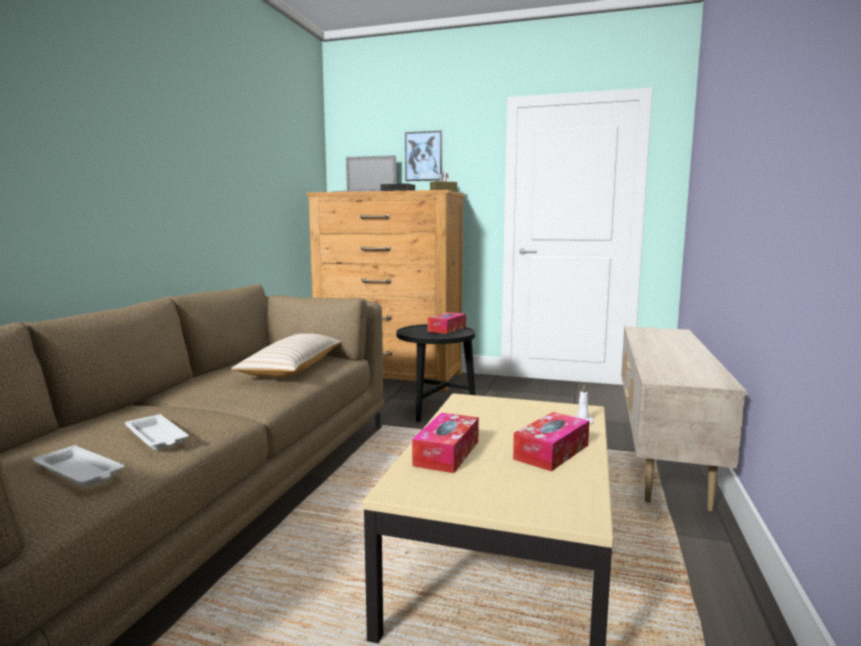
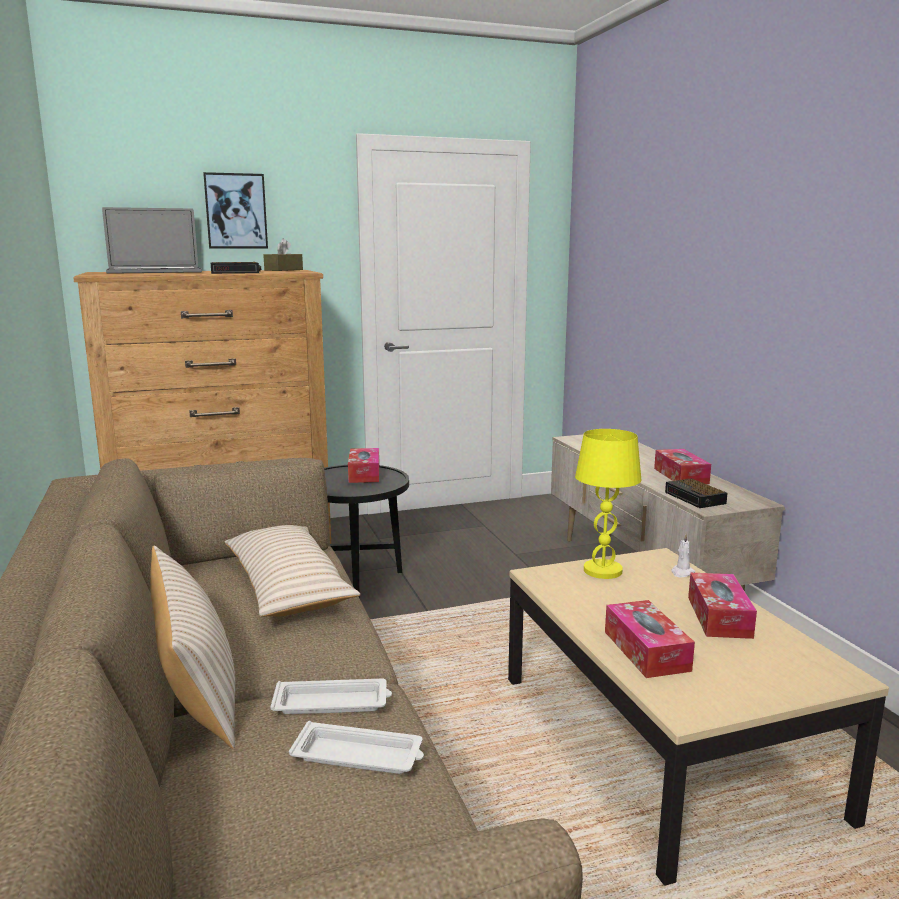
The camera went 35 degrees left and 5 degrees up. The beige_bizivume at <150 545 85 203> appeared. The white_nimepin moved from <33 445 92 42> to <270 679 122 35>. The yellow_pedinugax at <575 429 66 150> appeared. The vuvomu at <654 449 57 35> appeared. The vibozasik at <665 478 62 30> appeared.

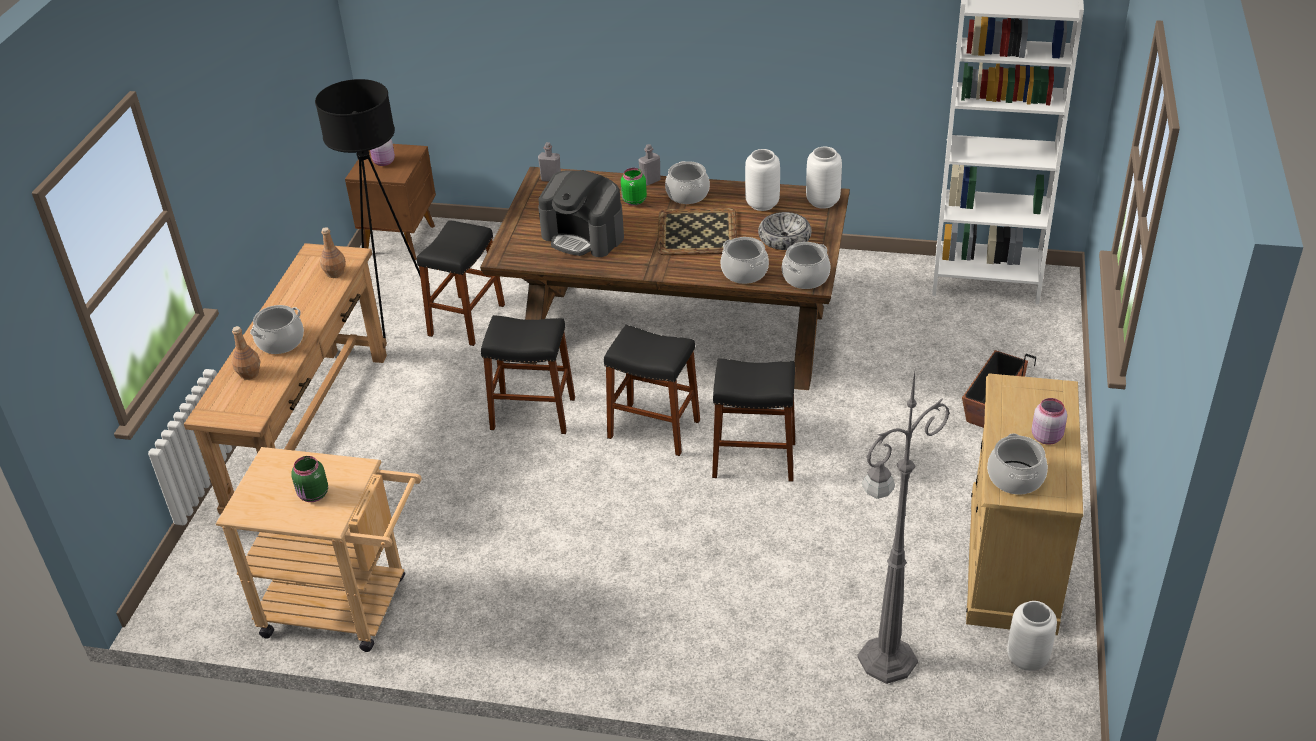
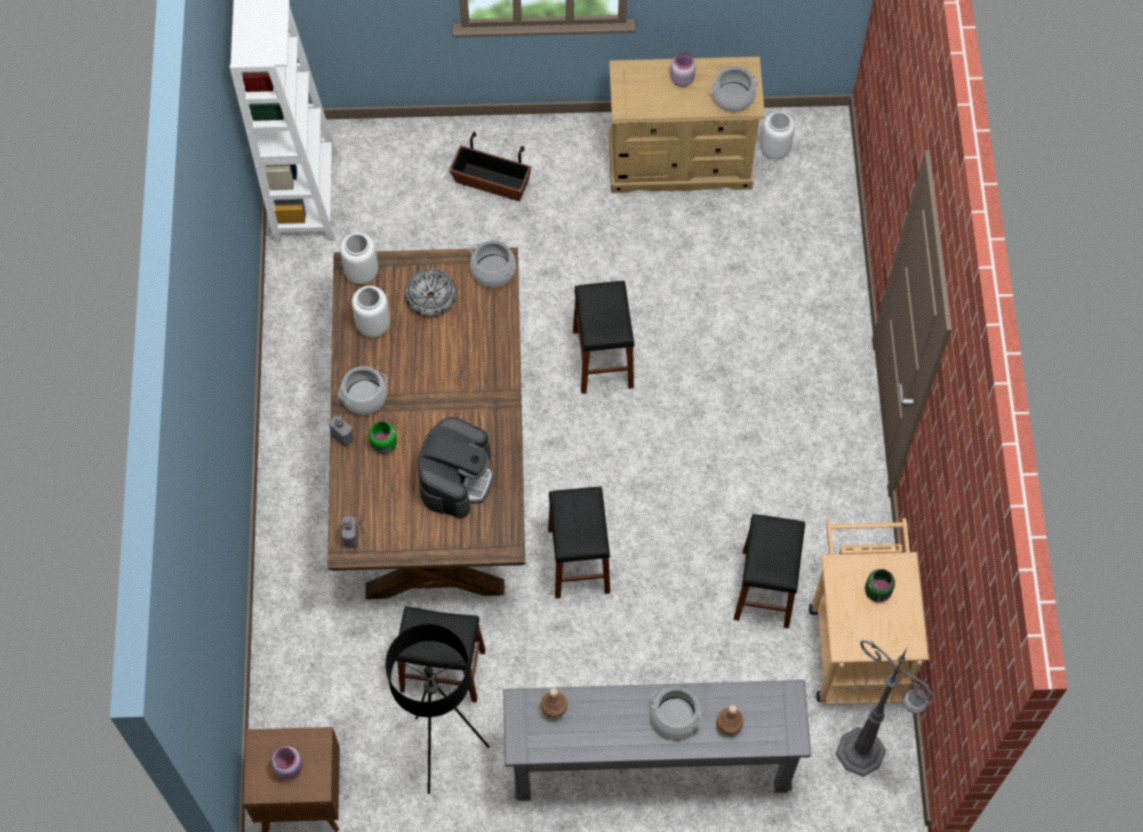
The camera went 105 degrees left and 25 degrees up. The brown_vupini at <184 243 203 272> became the grey_vupini at <503 680 308 121>. The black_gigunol moved from <604 325 96 131> to <734 514 71 114>. The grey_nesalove moved from <857 372 93 312> to <835 640 99 137>. The nimepin at <657 208 80 47> disappeared. The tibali at <720 237 49 47> disappeared.

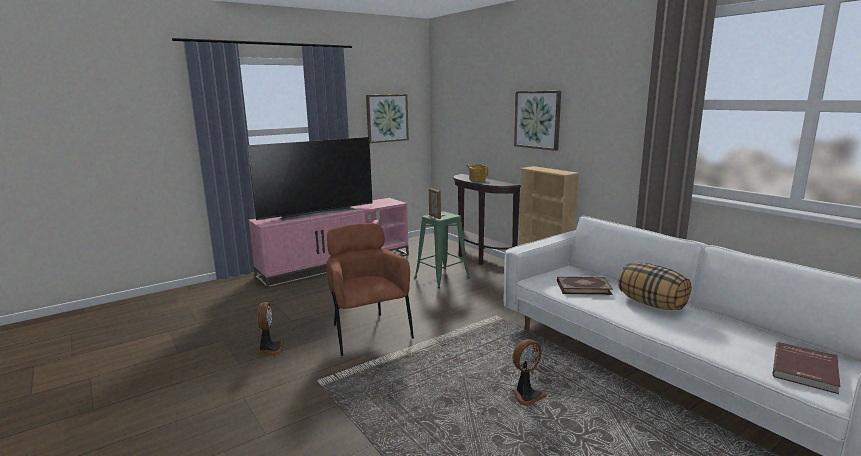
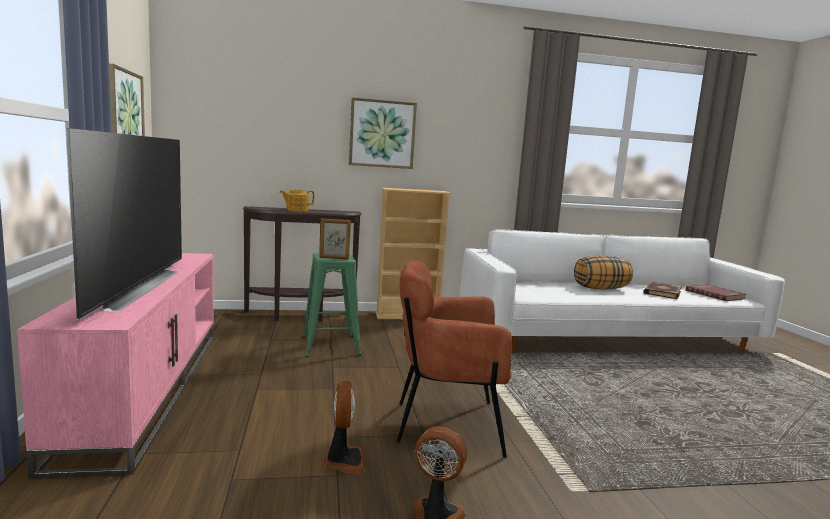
The camera went 65 degrees left and 5 degrees down. The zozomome moved from <512 339 35 67> to <324 381 41 93>. The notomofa moved from <557 276 56 19> to <643 282 39 18>.

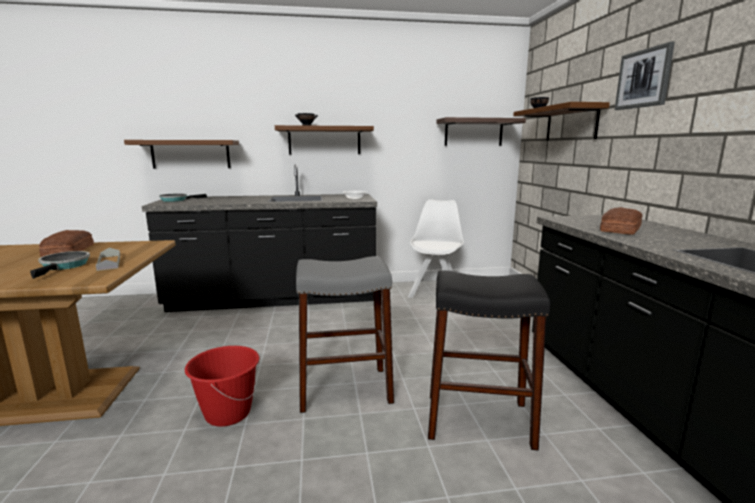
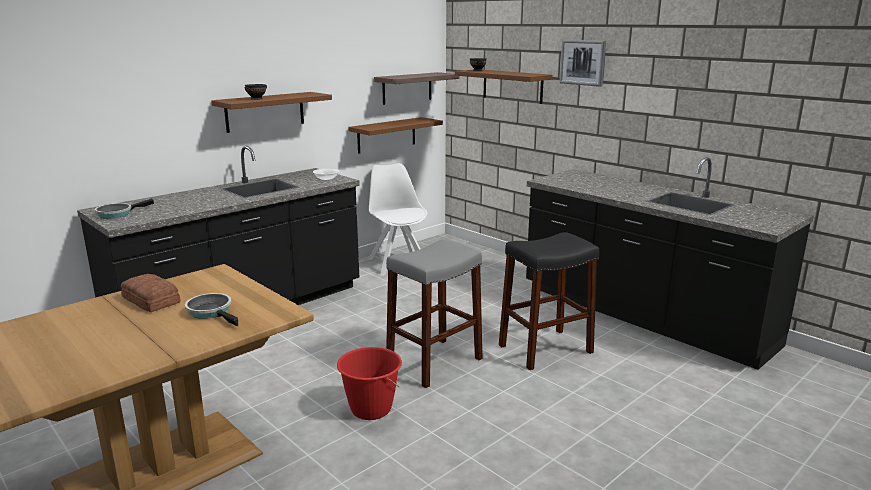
The camera went 35 degrees left and 5 degrees up. The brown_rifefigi moved from <124 140 115 29> to <348 117 95 37>. The grey_nimepin at <96 248 24 23> disappeared. The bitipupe at <600 207 42 28> disappeared.

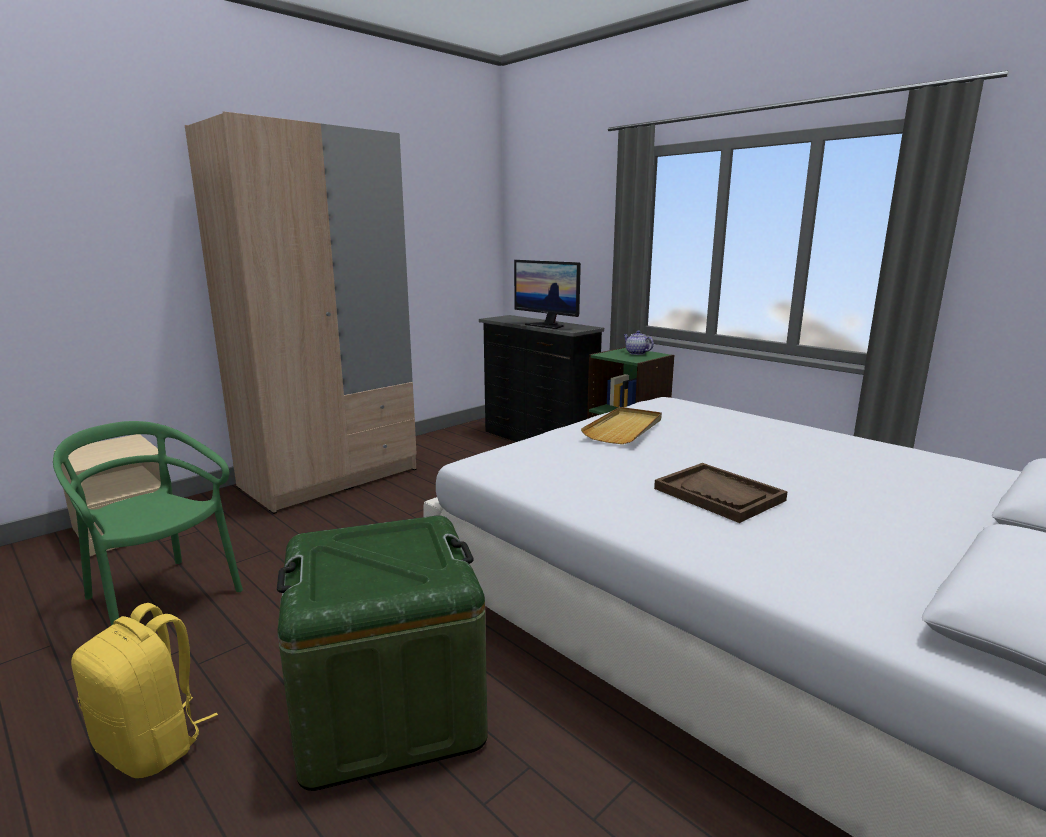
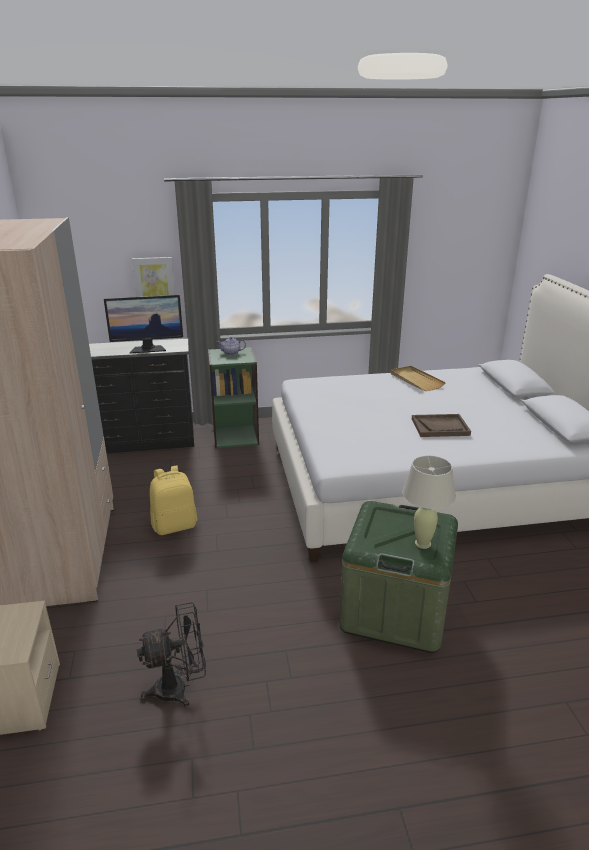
The camera went 55 degrees left and 10 degrees up. The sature at <132 257 43 40> appeared. The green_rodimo at <53 421 190 205> was replaced by the black_zozomome at <137 602 69 106>. The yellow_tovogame moved from <71 603 147 175> to <150 466 47 69>. The beige_nimepin moved from <581 407 81 37> to <390 366 56 25>. The beige_pedinugax at <402 455 54 94> appeared.

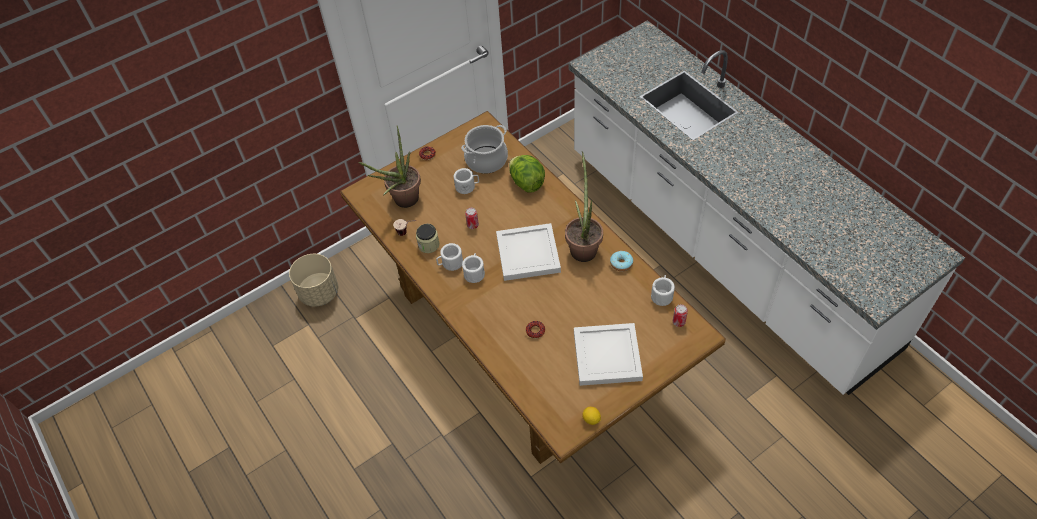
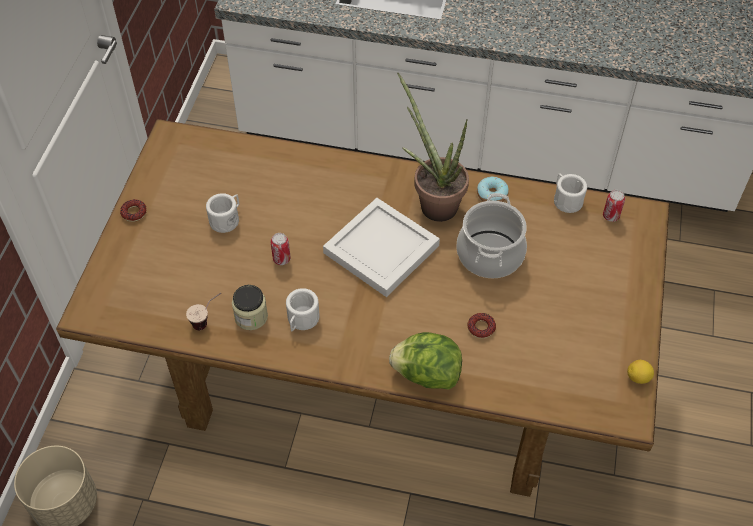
The camera went 45 degrees left and 0 degrees up. The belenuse moved from <509 155 36 37> to <389 332 73 57>. The tibali moved from <461 125 47 49> to <456 193 71 85>. The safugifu at <359 126 62 82> disappeared. The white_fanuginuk at <462 253 23 30> disappeared. The white_nimepin at <574 323 69 63> disappeared.

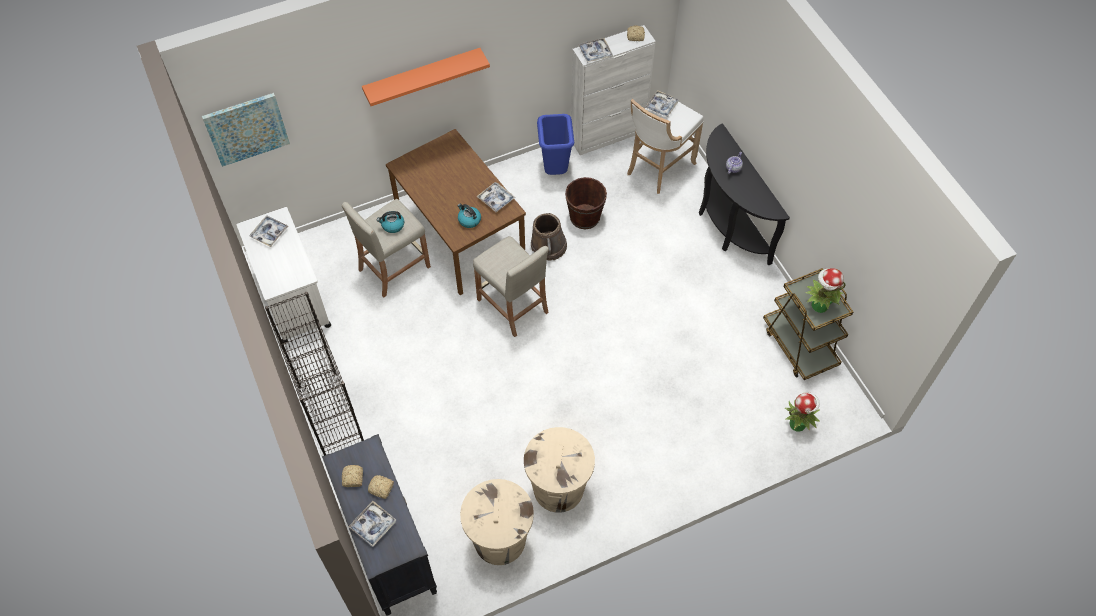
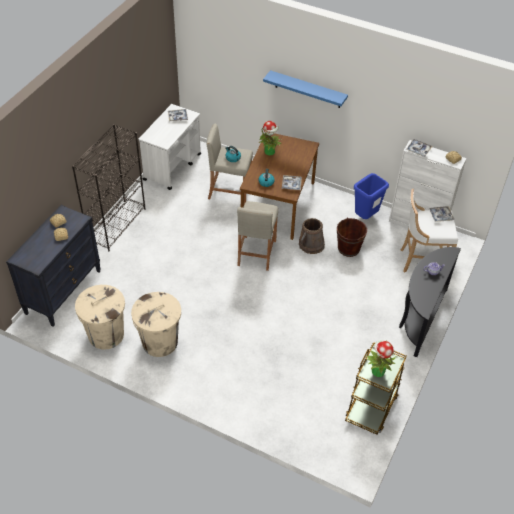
The camera went 50 degrees right and 10 degrees down. The safugifu moved from <785 392 35 40> to <259 121 23 34>. The orange_rifefigi at <362 48 128 58> became the blue_rifefigi at <263 70 85 38>. The sature at <202 93 88 74> disappeared. The nimepin at <349 501 47 46> disappeared.

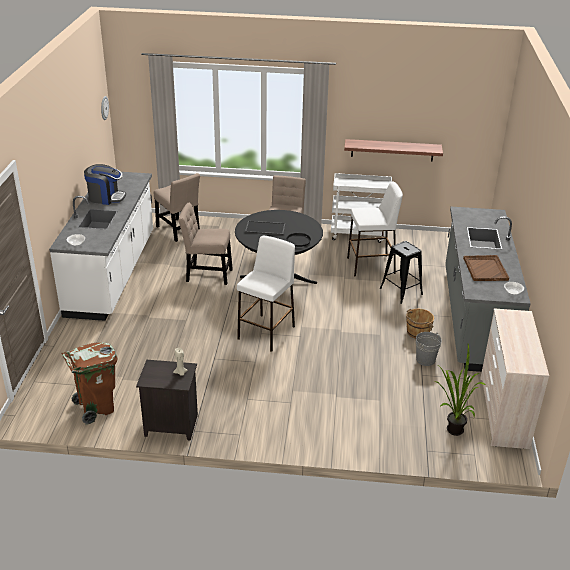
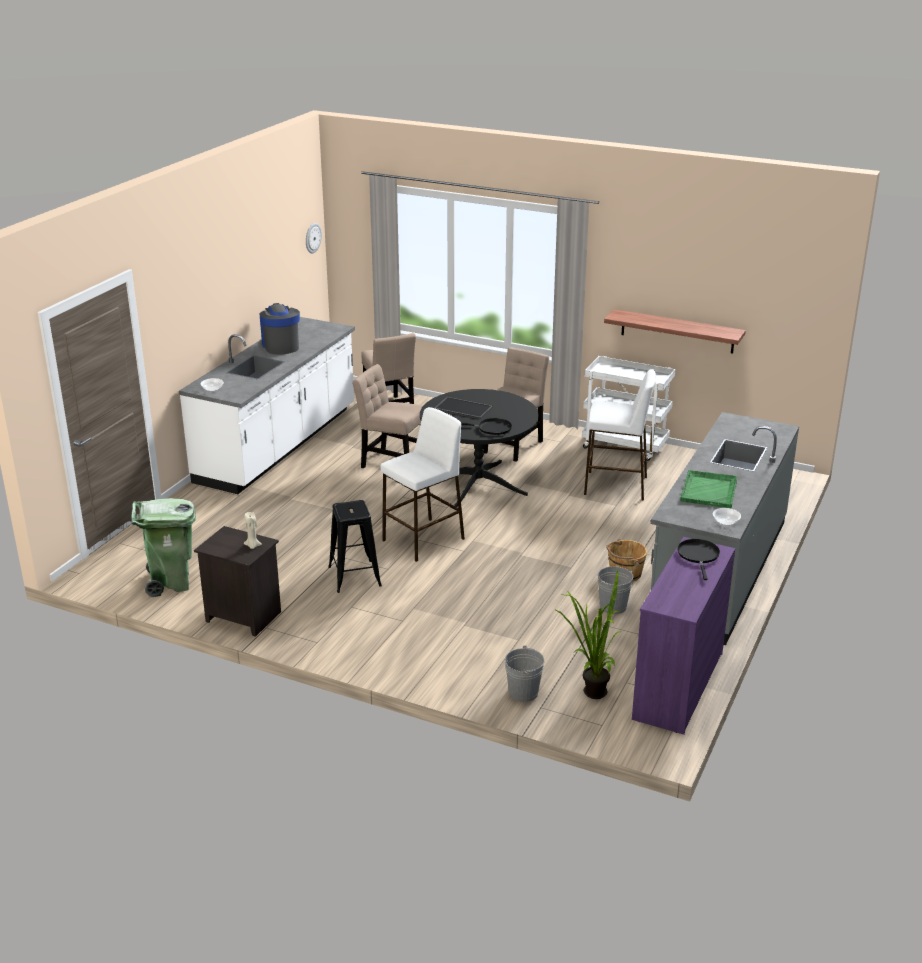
The camera went 20 degrees right and 5 degrees down. The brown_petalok at <61 342 57 83> became the green_petalok at <131 498 65 99>. The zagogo at <84 164 42 41> turned 135 degrees counterclockwise. The black_gigunol moved from <380 241 43 63> to <328 500 54 93>. The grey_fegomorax at <505 645 40 57> appeared. The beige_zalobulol at <480 308 69 141> became the purple_zalobulol at <632 537 103 197>. The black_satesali at <677 539 43 41> appeared. The brown_nimepin at <463 255 46 26> became the green_nimepin at <680 470 57 38>.

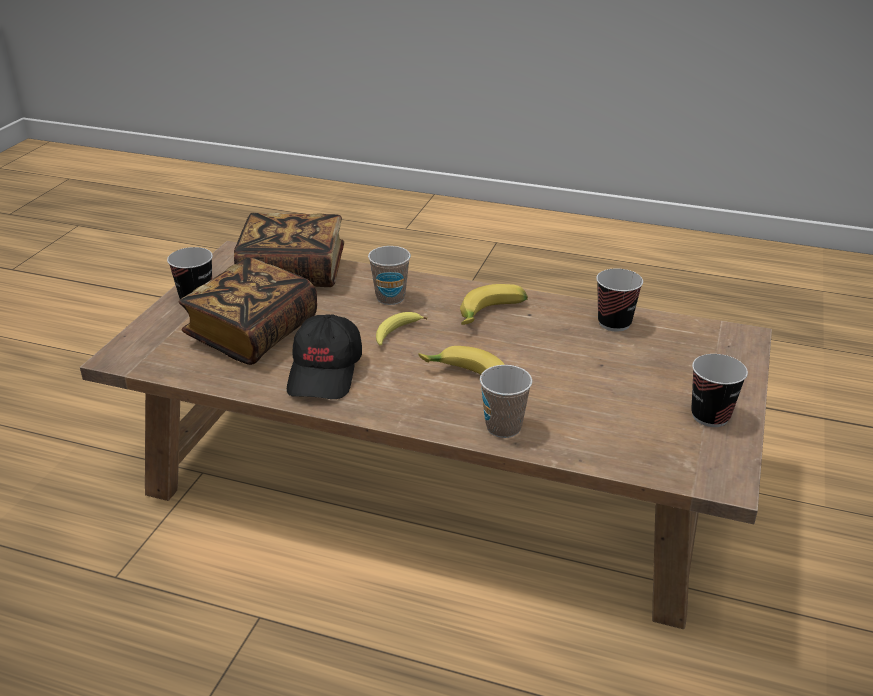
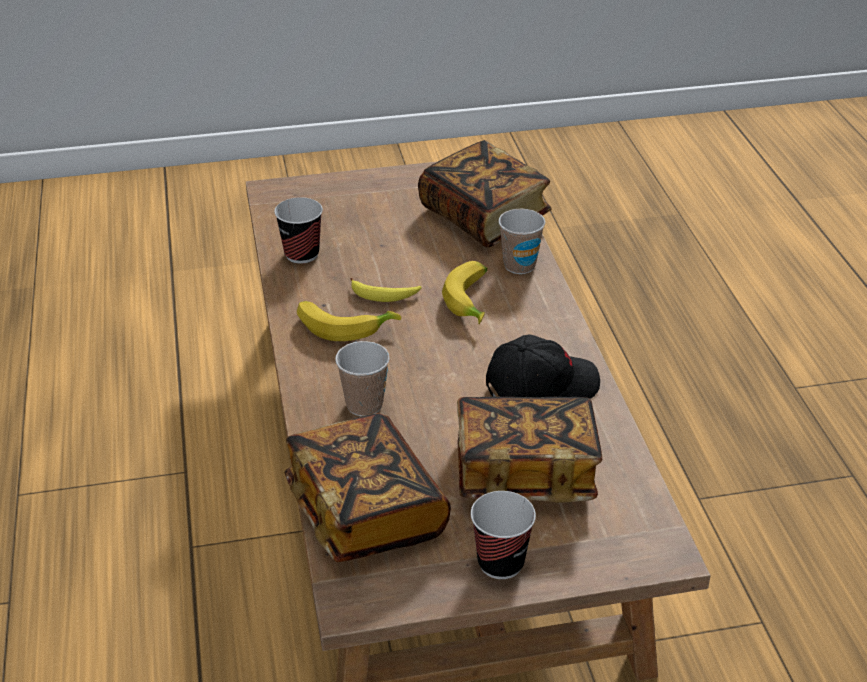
The camera went 120 degrees left and 5 degrees up. The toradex moved from <376 312 51 34> to <350 278 72 24>. The notomofa at <418 140 133 107> appeared. The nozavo at <691 354 57 73> disappeared.

